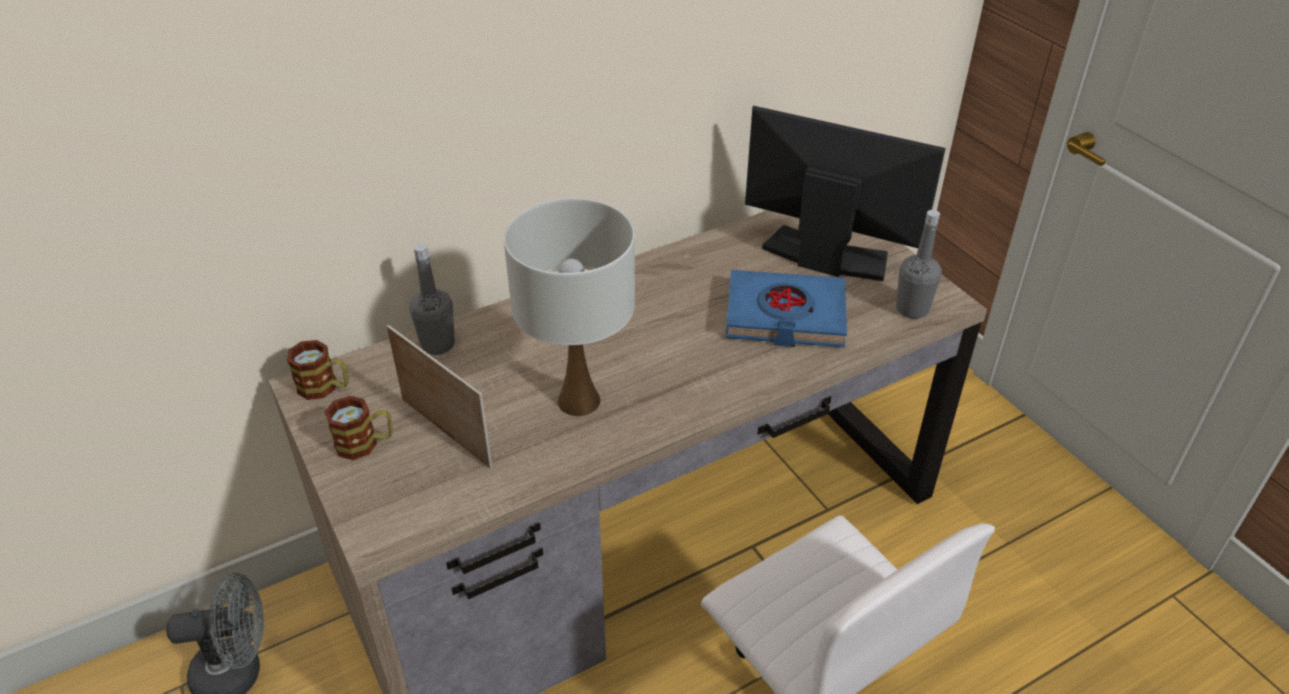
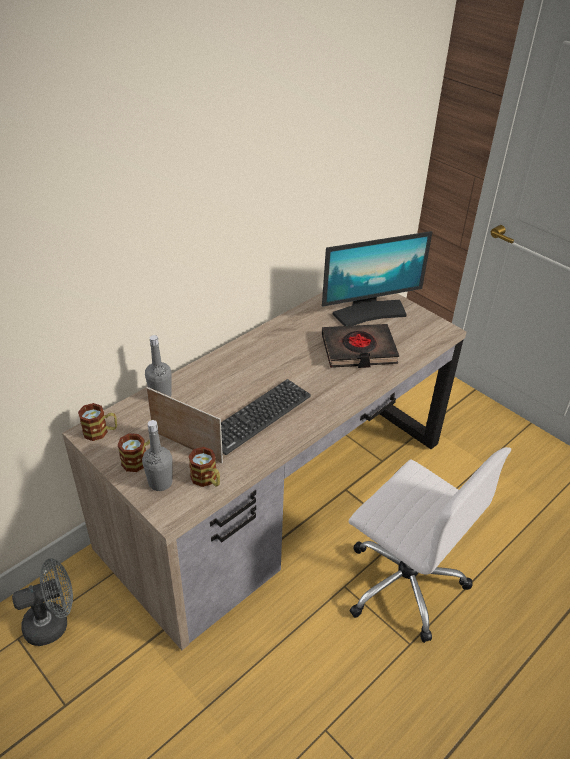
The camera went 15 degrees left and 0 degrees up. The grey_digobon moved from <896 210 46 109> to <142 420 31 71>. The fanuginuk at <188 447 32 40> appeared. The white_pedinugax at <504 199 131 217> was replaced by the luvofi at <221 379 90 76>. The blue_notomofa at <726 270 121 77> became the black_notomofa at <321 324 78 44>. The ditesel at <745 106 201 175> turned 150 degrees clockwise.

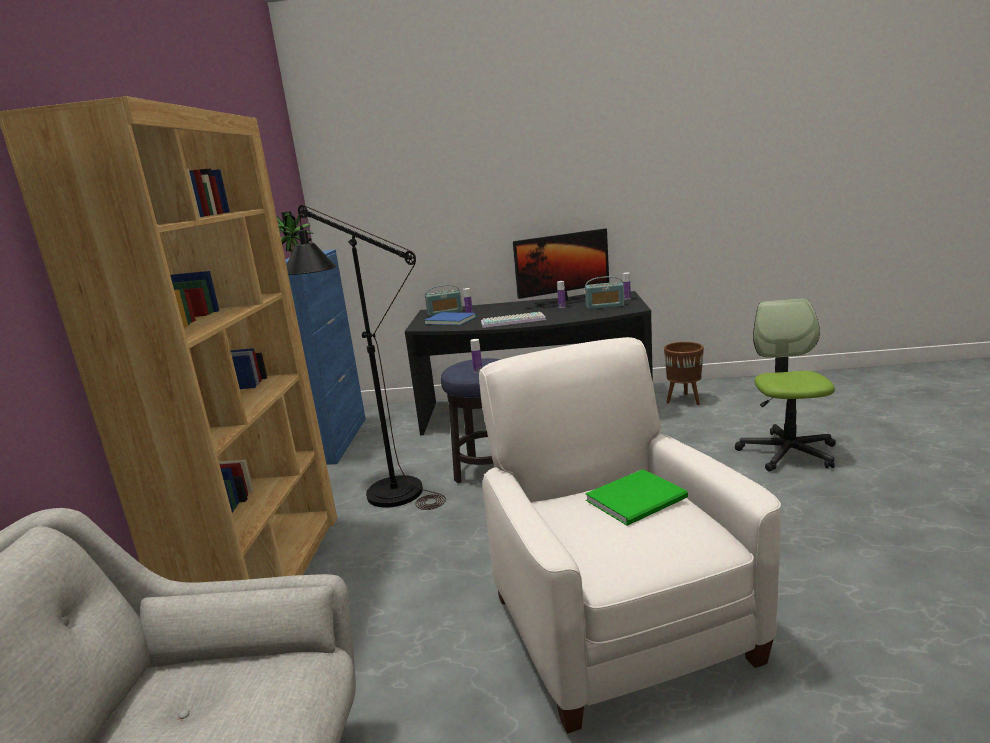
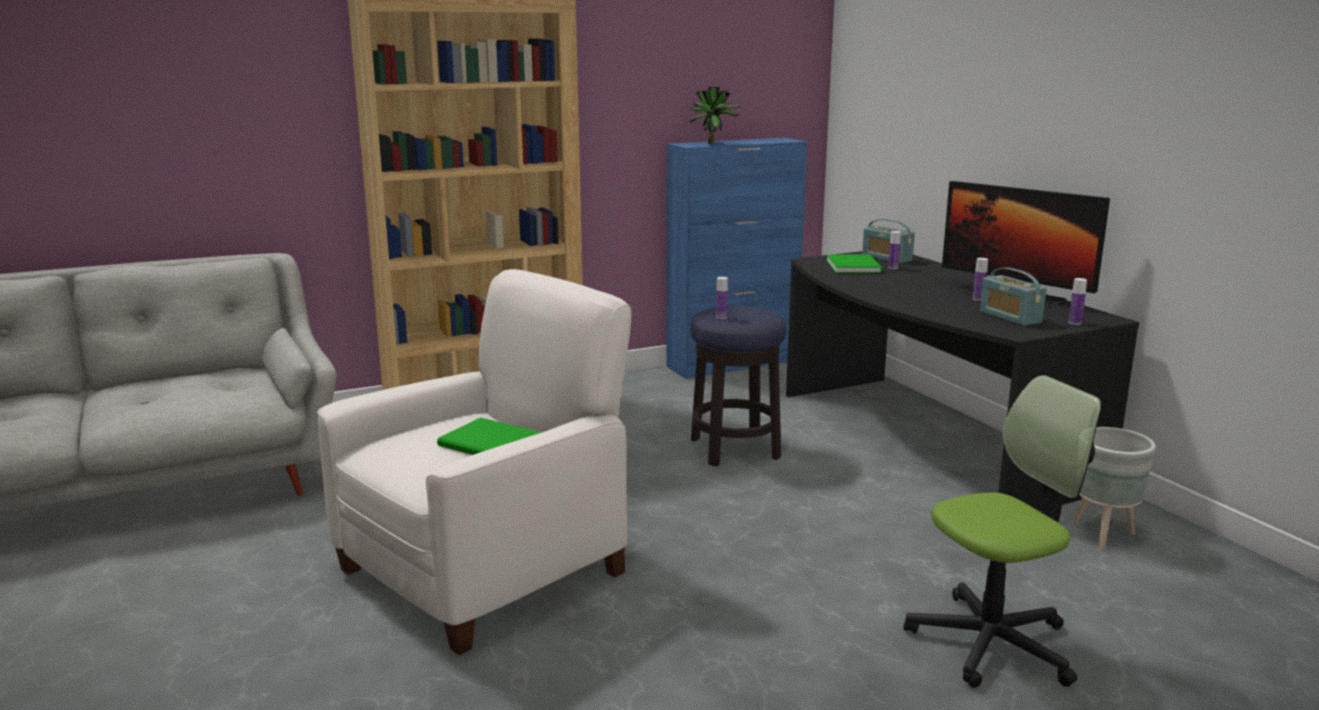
The camera went 60 degrees right and 0 degrees up. The blue_notomofa at <425 312 52 13> became the green_notomofa at <827 254 56 19>. The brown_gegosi at <664 342 40 63> became the grey_gegosi at <1073 427 83 123>. The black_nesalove at <286 205 160 305> disappeared. The luvofi at <481 312 65 16> disappeared.

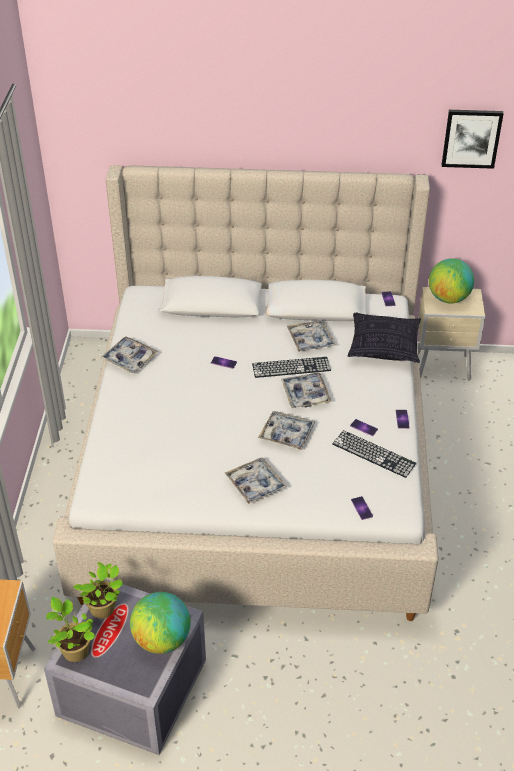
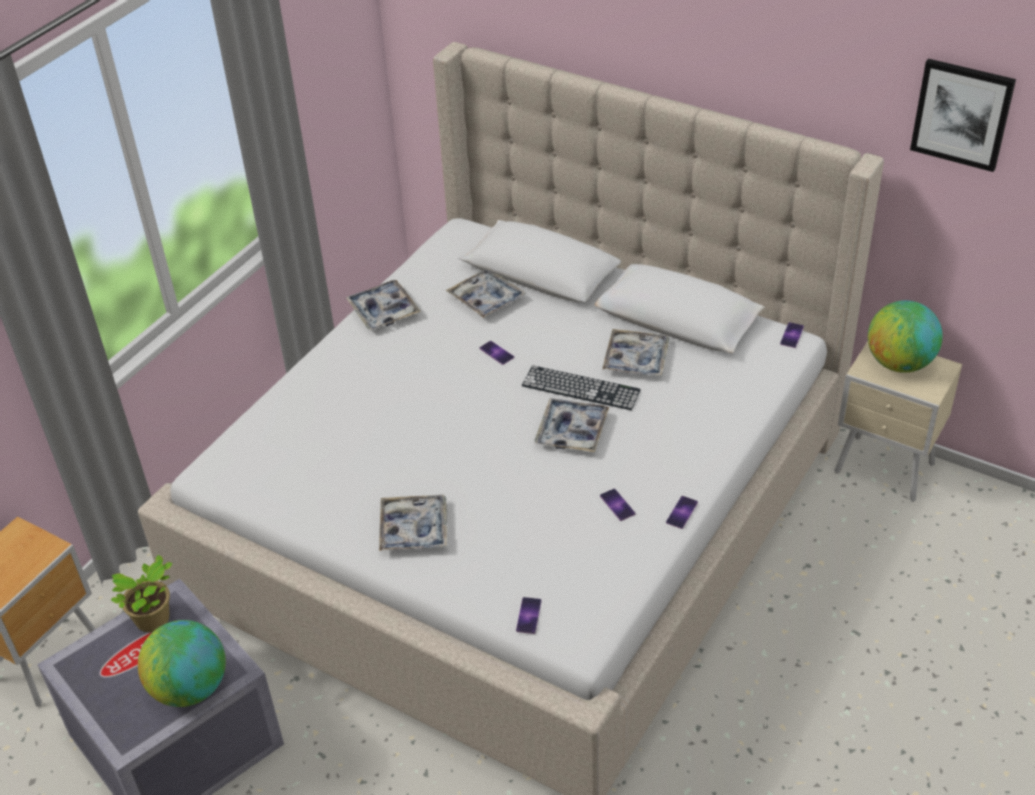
The camera went 30 degrees right and 0 degrees up. The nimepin moved from <258 411 57 39> to <446 270 80 48>. The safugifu at <46 597 49 65> disappeared. The luvofi at <332 430 84 48> disappeared. The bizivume at <348 313 73 50> disappeared.

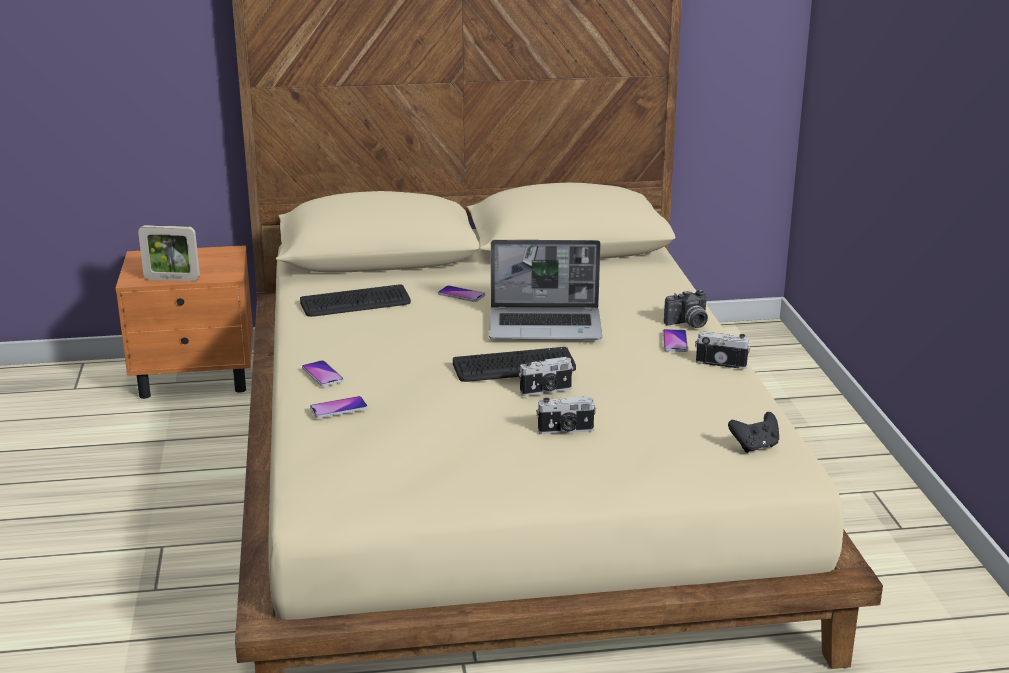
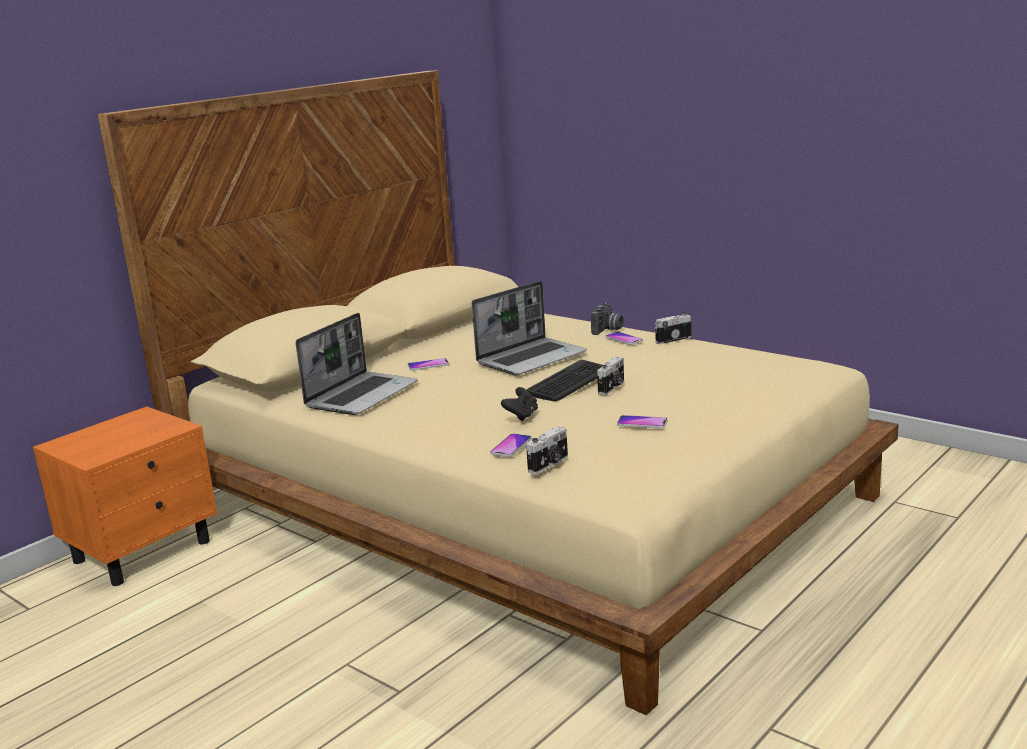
The camera went 40 degrees left and 5 degrees down. The luvofi at <300 284 111 33> was replaced by the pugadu at <295 313 123 102>. The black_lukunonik moved from <728 412 51 41> to <501 387 37 34>. The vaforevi moved from <536 396 60 38> to <526 426 42 48>. The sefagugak moved from <302 360 42 26> to <617 415 51 13>. The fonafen at <138 225 62 56> disappeared.

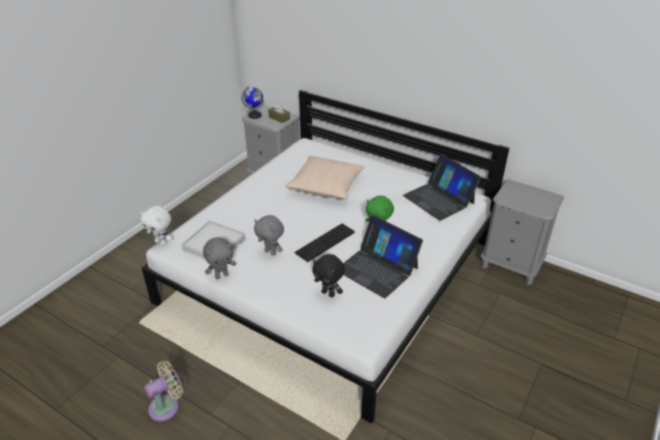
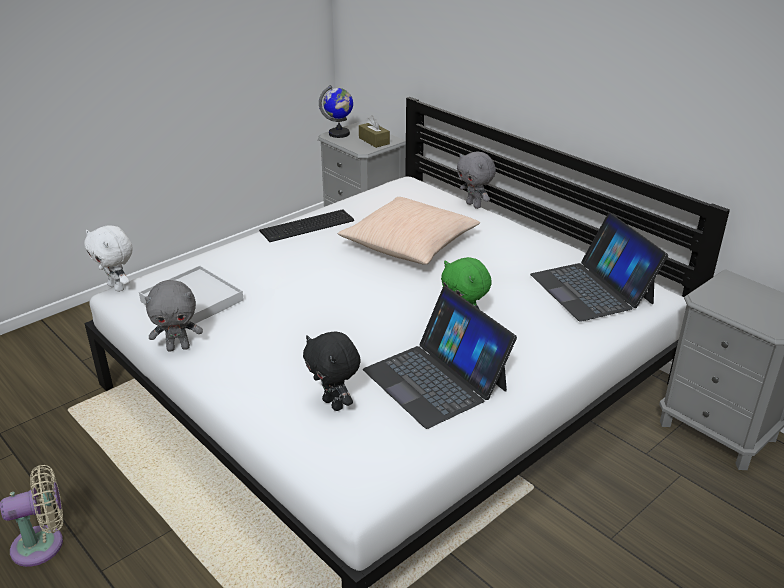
The camera went 15 degrees right and 5 degrees down. The luvofi moved from <294 224 61 38> to <259 209 95 33>. The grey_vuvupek moved from <254 215 30 41> to <457 151 39 58>.

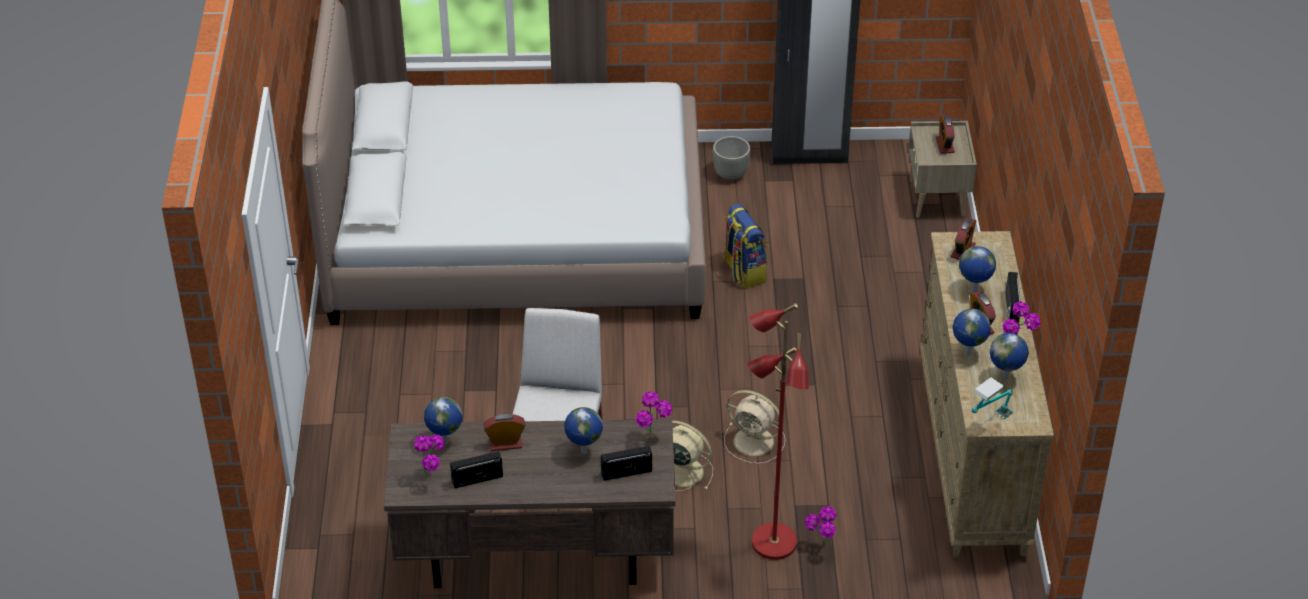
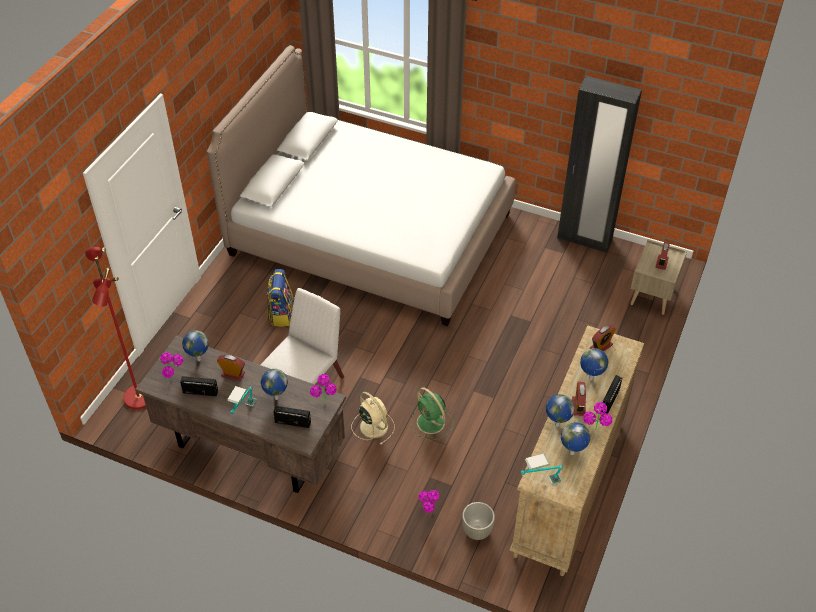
The camera went 25 degrees right and 5 degrees up. The red_nesalove moved from <747 303 62 257> to <85 247 61 162>. The pedinugax at <227 386 30 28> appeared. The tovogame moved from <721 204 46 85> to <267 269 26 57>. The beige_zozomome at <724 390 61 74> became the green_zozomome at <410 387 43 53>. The grey_gegosi moved from <713 136 38 44> to <462 502 33 38>.

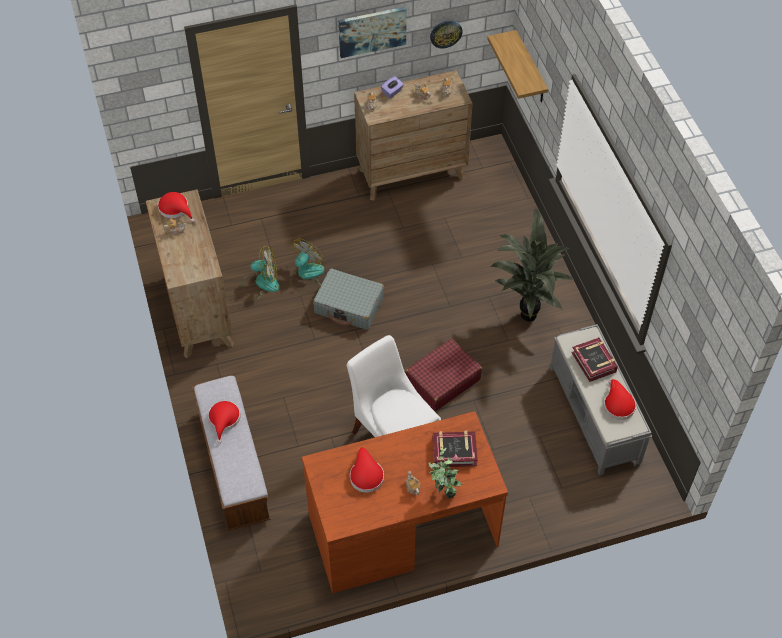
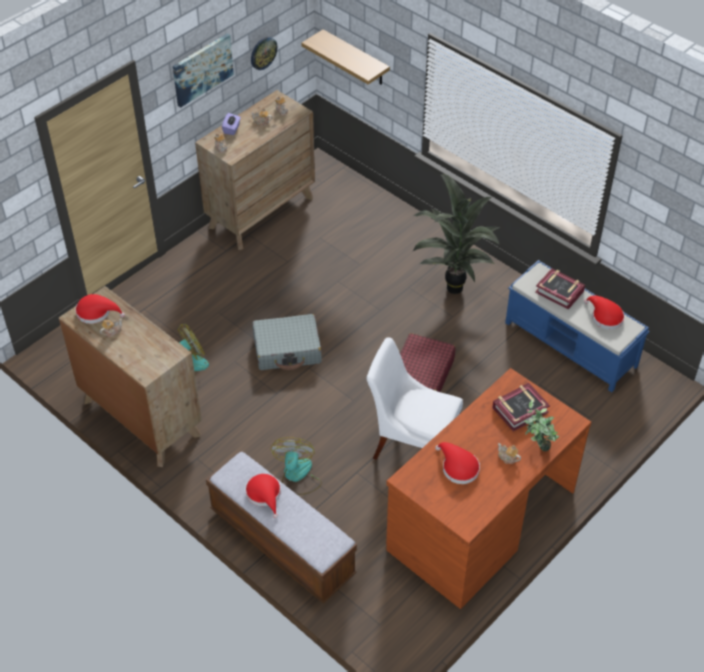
The camera went 30 degrees left and 5 degrees down. The zozomome moved from <290 238 34 54> to <271 437 51 58>. The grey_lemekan at <550 324 102 151> became the blue_lemekan at <505 260 144 132>.

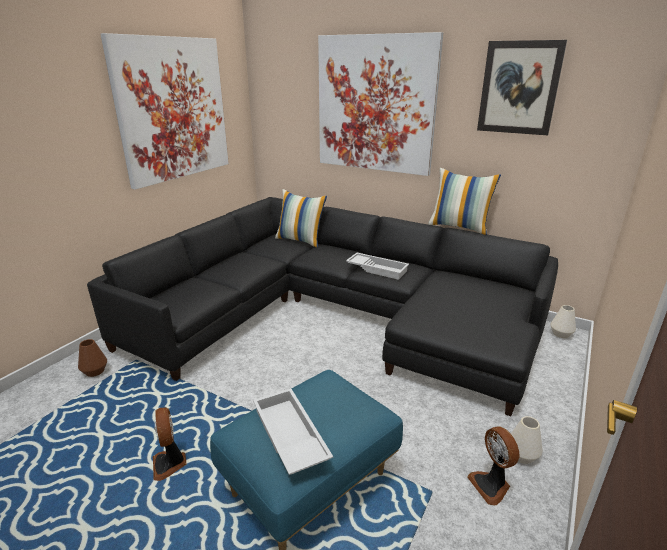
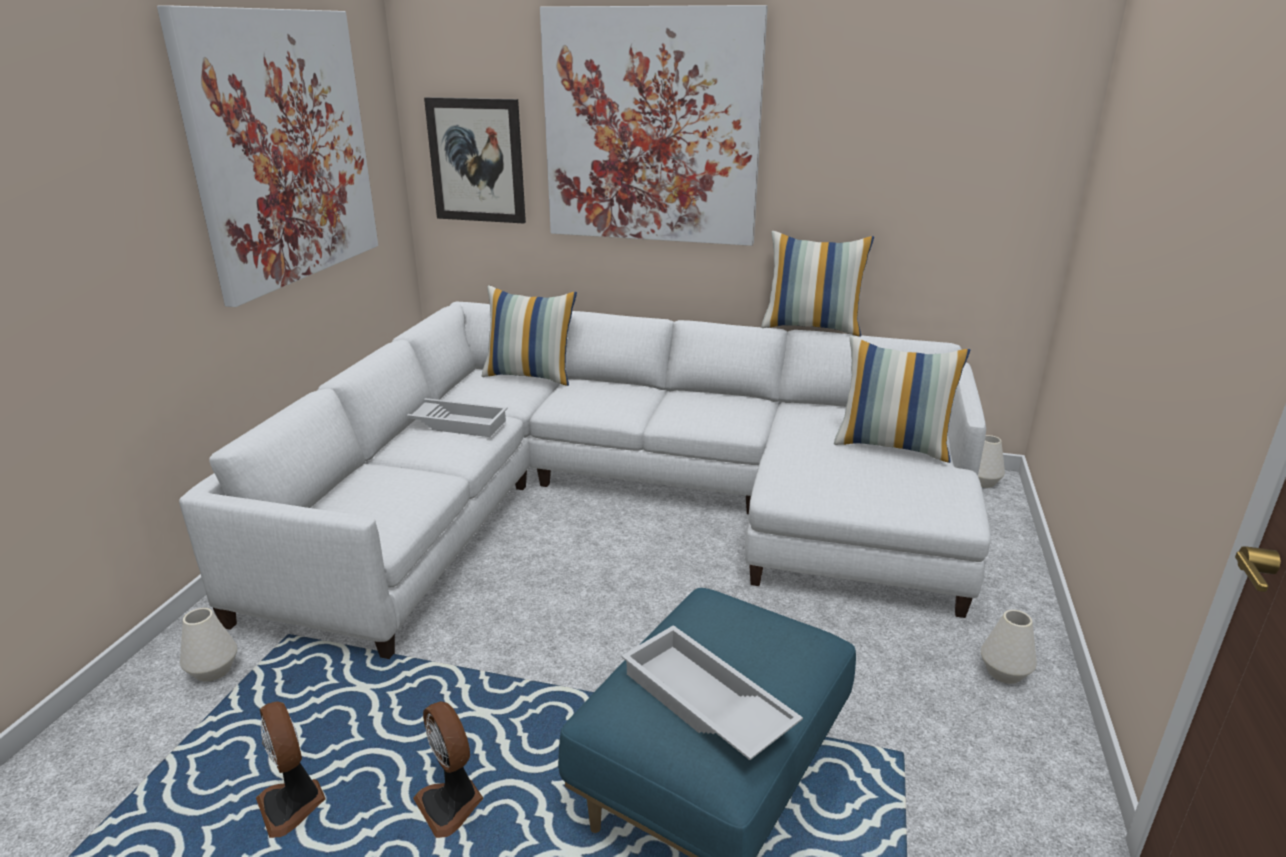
The camera went 15 degrees left and 0 degrees up. The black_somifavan at <87 197 471 219> became the white_somifavan at <179 302 812 357>. The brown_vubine at <78 339 29 38> became the white_vubine at <180 608 57 73>. The zozomome moved from <467 427 52 79> to <256 701 70 137>. The white_nimepin moved from <346 253 63 27> to <407 398 101 39>. The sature moved from <477 40 90 95> to <424 97 102 126>. The bizivume at <834 336 136 127> appeared.

